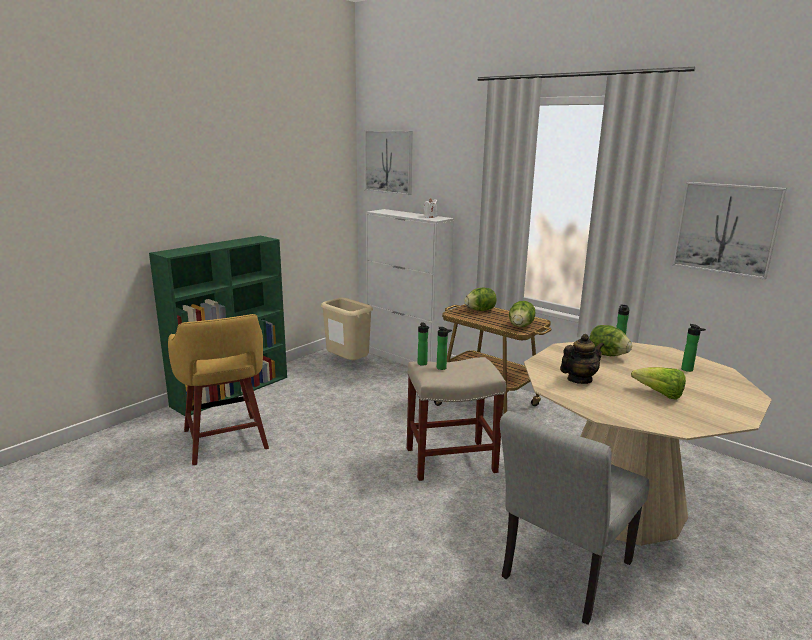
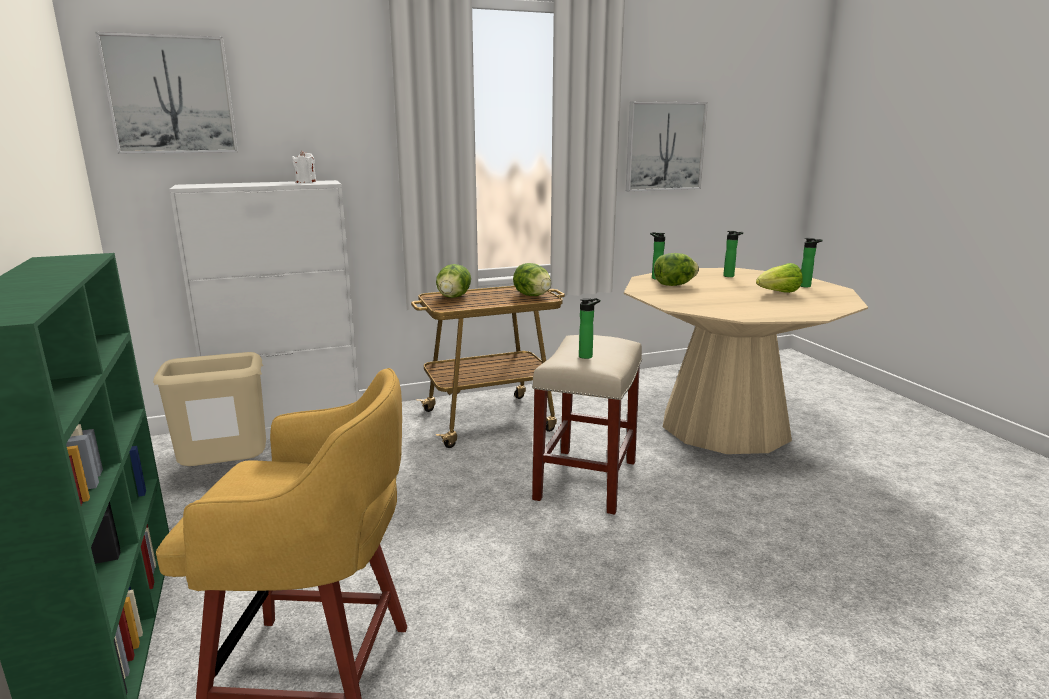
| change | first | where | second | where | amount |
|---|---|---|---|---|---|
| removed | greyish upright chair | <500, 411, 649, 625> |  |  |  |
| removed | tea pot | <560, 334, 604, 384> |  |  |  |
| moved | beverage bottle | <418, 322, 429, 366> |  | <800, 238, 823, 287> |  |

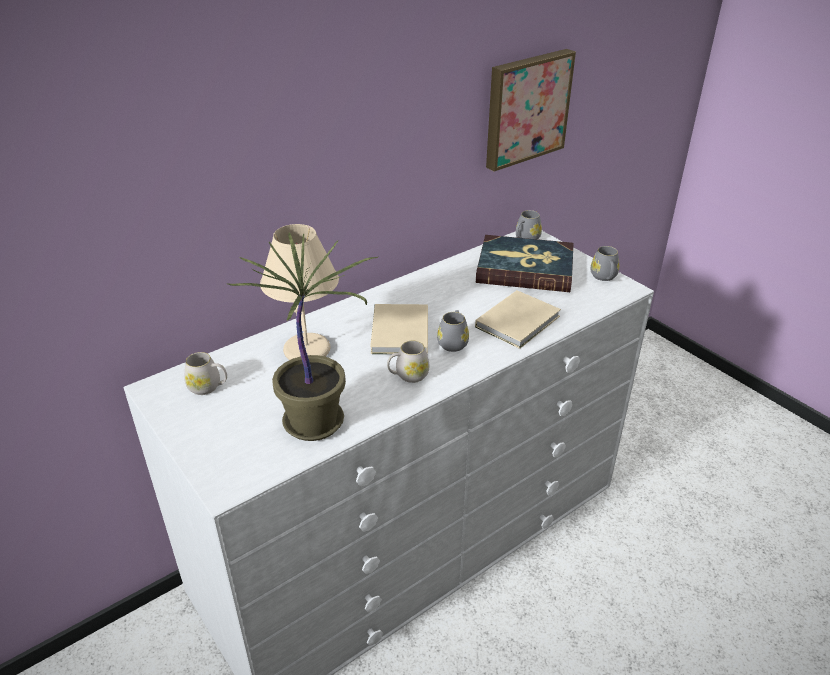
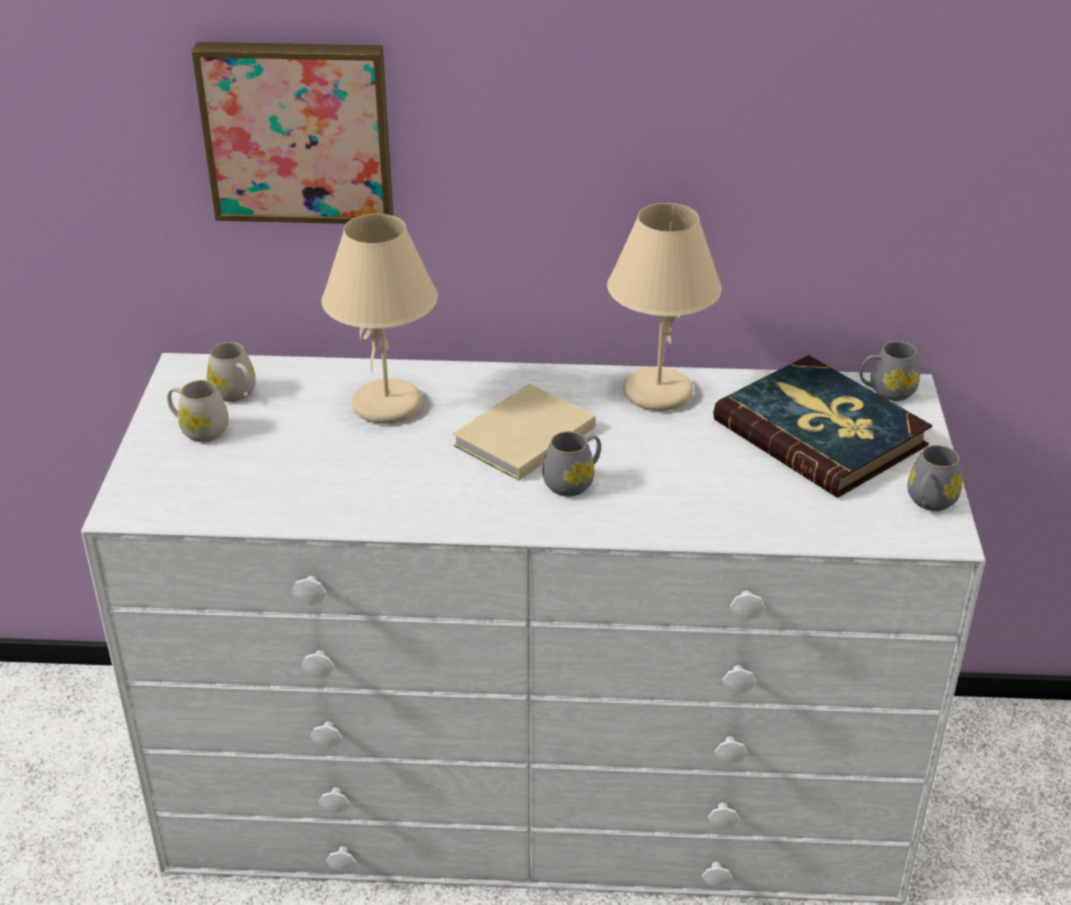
| change | first | where | second | where | amount |
|---|---|---|---|---|---|
| removed | houseplant | <228, 232, 378, 441> |  |  |  |
| removed | beige-coloured book | <475, 290, 561, 349> |  |  |  |
| added |  |  | beige-coloured tabletop lamp | <607, 203, 722, 411> |  |
| moved | white mug | <387, 341, 429, 383> |  | <167, 380, 229, 442> |  |
| moved | wall picture | <486, 49, 576, 172> |  | <192, 42, 393, 224> |  |

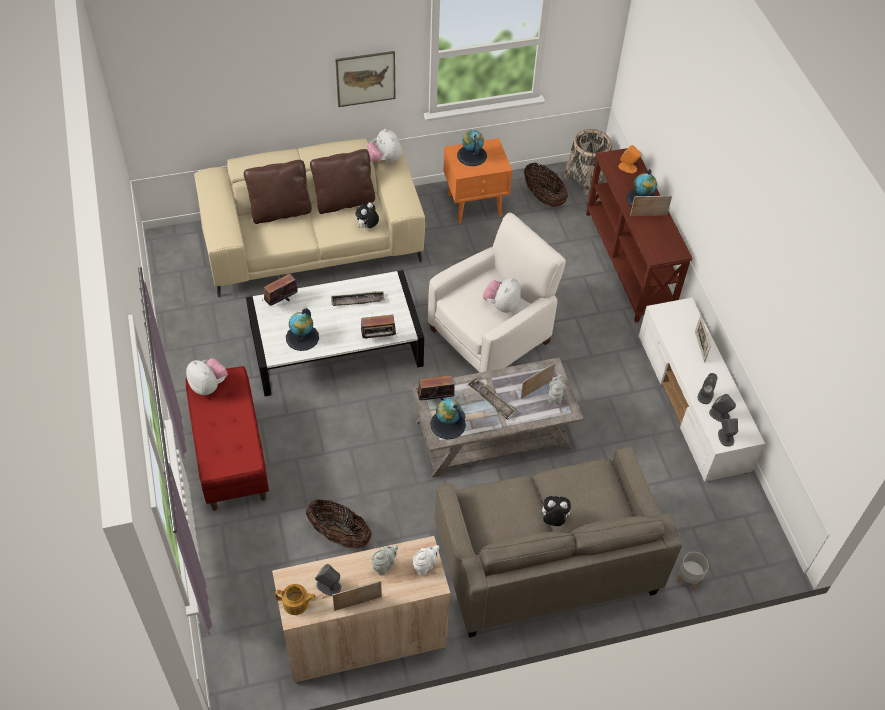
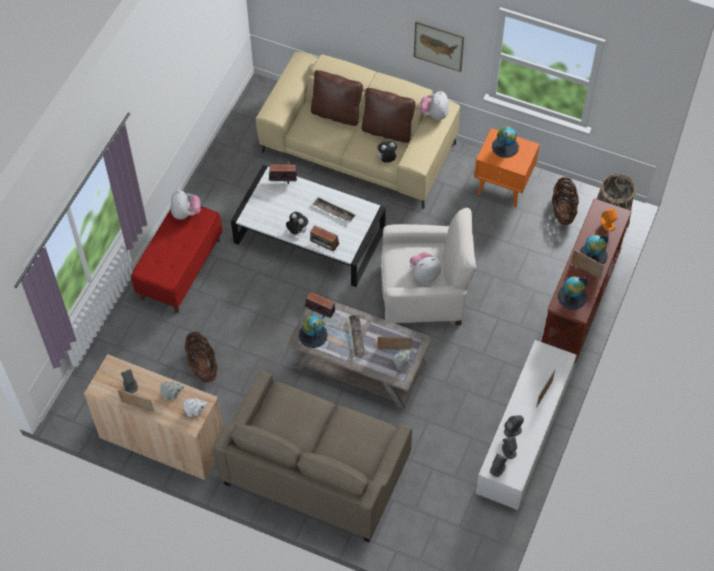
| change | first | where | second | where | amount |
|---|---|---|---|---|---|
| removed | tea pot | <275, 584, 316, 615> |  |  |  |
| removed | greyish flower pot | <677, 552, 709, 591> |  |  |  |
| moved | globe | <286, 308, 319, 351> |  | <558, 276, 588, 310> |  |
| moved | plush toy | <538, 496, 571, 526> |  | <286, 212, 308, 234> |  |

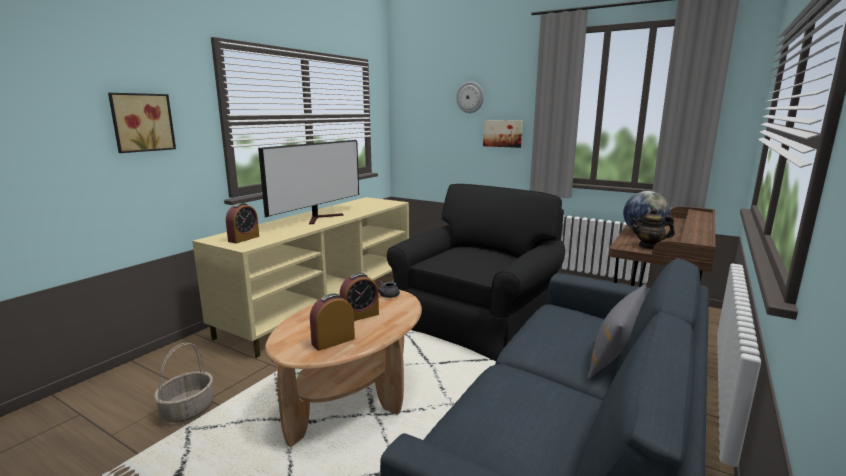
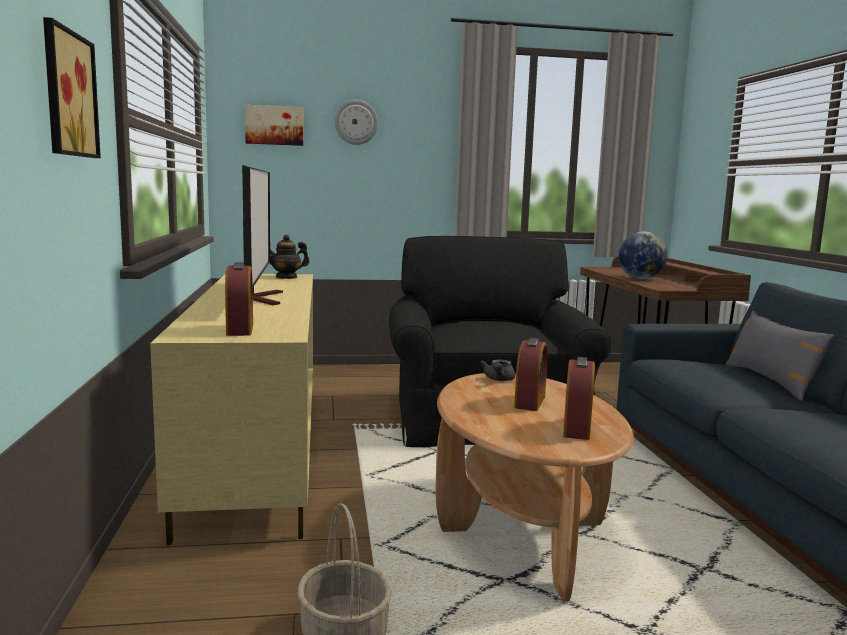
| change | first | where | second | where | amount |
|---|---|---|---|---|---|
| moved | wall picture | <483, 120, 523, 148> |  | <245, 105, 303, 146> |  |
| moved | tea pot | <630, 208, 675, 249> |  | <270, 235, 309, 279> |  |

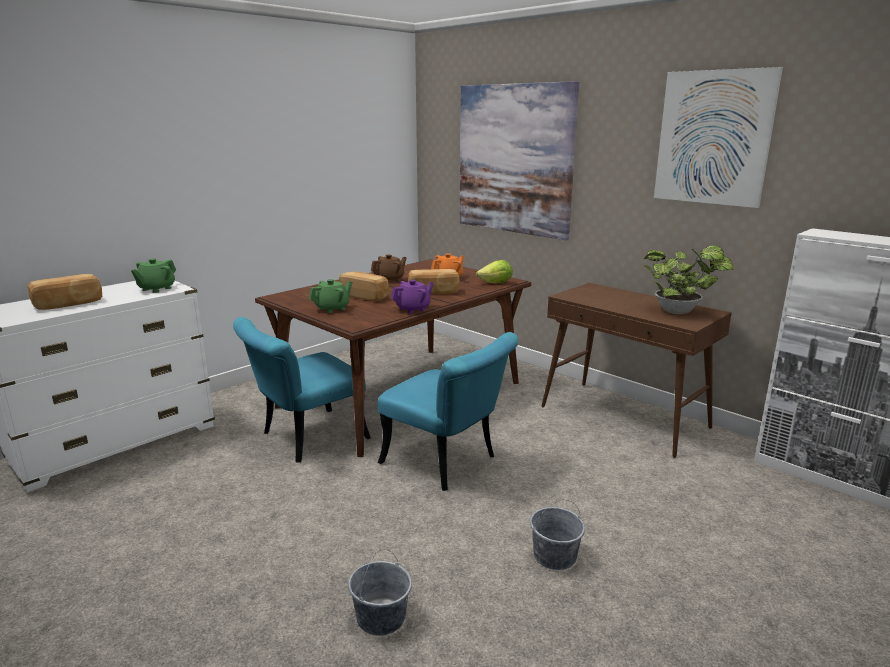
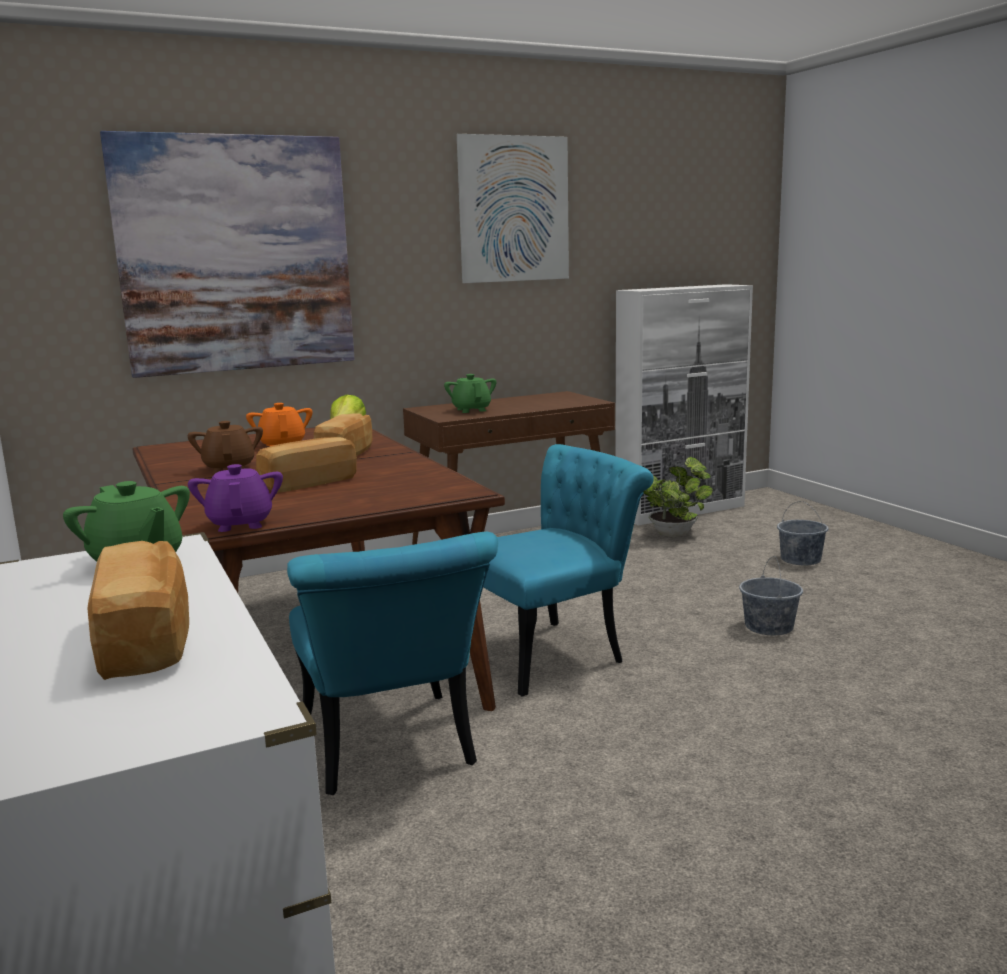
| change | first | where | second | where | amount |
|---|---|---|---|---|---|
| moved | green-coloured tea pot | <309, 279, 353, 313> |  | <444, 374, 497, 413> |  |
| moved | greyish water bucket | <348, 549, 412, 636> |  | <777, 501, 829, 565> |  |
| moved | purple-coloured tea pot | <391, 280, 433, 314> |  | <188, 464, 283, 532> |  |
| moved | houseplant | <643, 245, 733, 314> |  | <644, 457, 713, 537> |  |

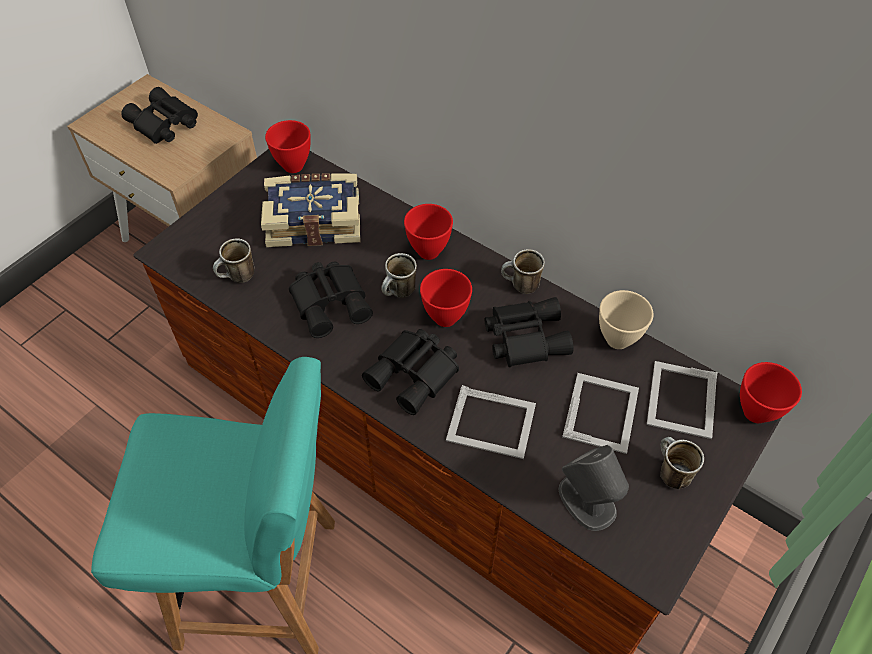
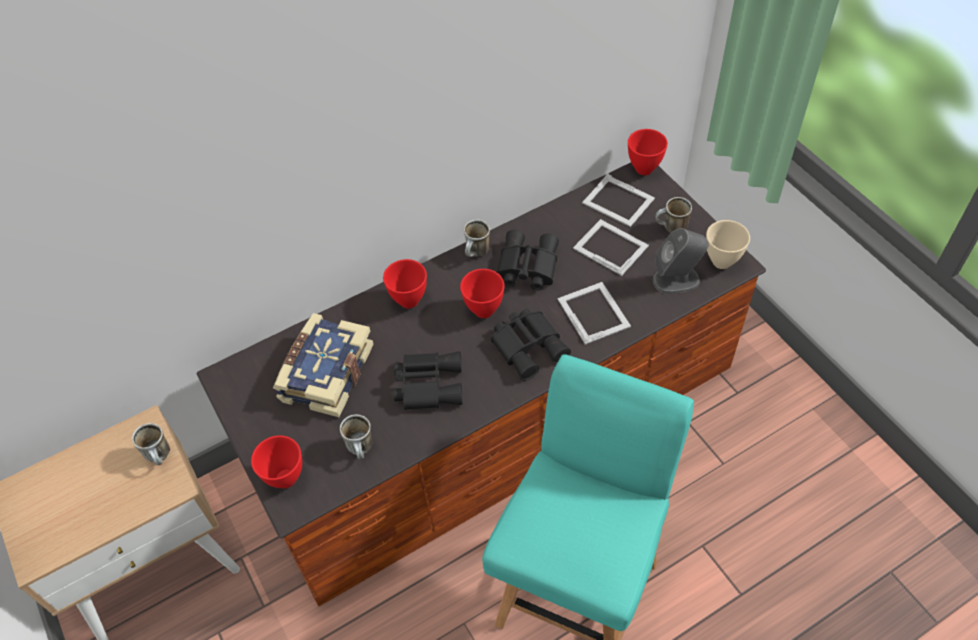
| change | first | where | second | where | amount |
|---|---|---|---|---|---|
| removed | black pair of binoculars | <121, 87, 198, 144> |  |  |  |
| moved | red-coloured bowl | <265, 120, 310, 173> |  | <251, 435, 302, 488> |  |
| moved | mug | <381, 253, 417, 298> |  | <132, 423, 170, 465> |  |
| moved | beige-coloured bowl | <599, 290, 653, 349> |  | <706, 220, 750, 269> |  |
| turned | standing frame | <446, 385, 536, 459> |  | <558, 282, 631, 345> | 60 degrees counterclockwise |

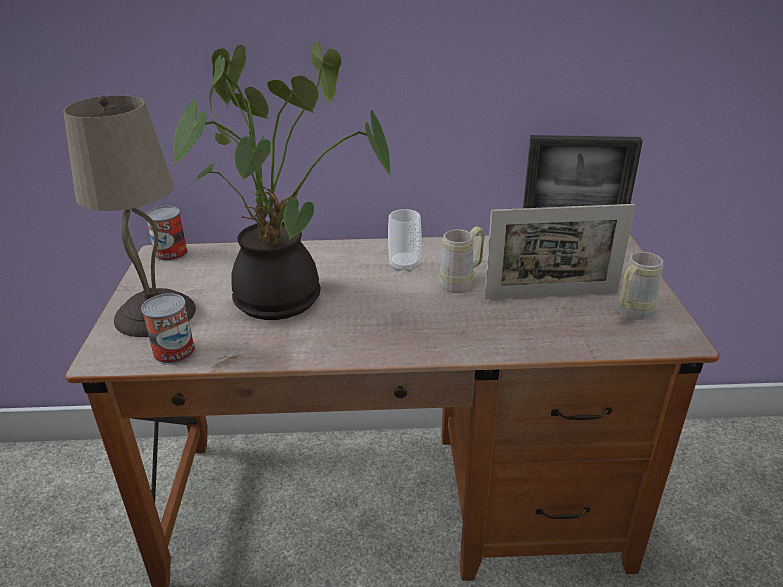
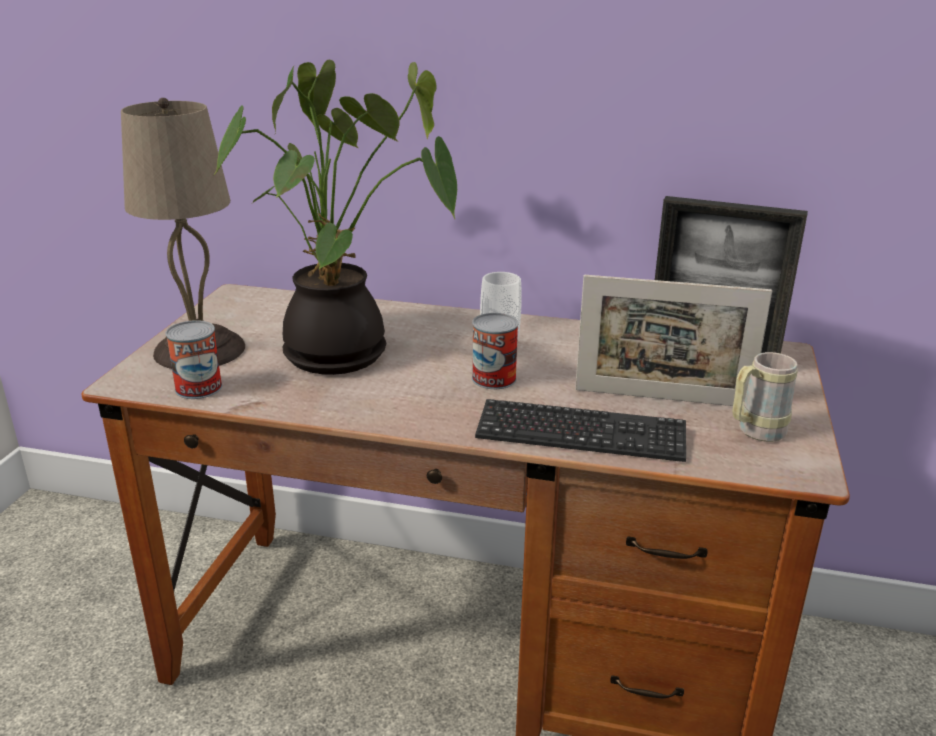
| change | first | where | second | where | amount |
|---|---|---|---|---|---|
| removed | beige-coloured mug | <439, 226, 485, 293> |  |  |  |
| added |  |  | PC keyboard | <475, 399, 686, 462> |  |
| moved | metal can | <146, 206, 188, 261> |  | <472, 313, 519, 389> |  |

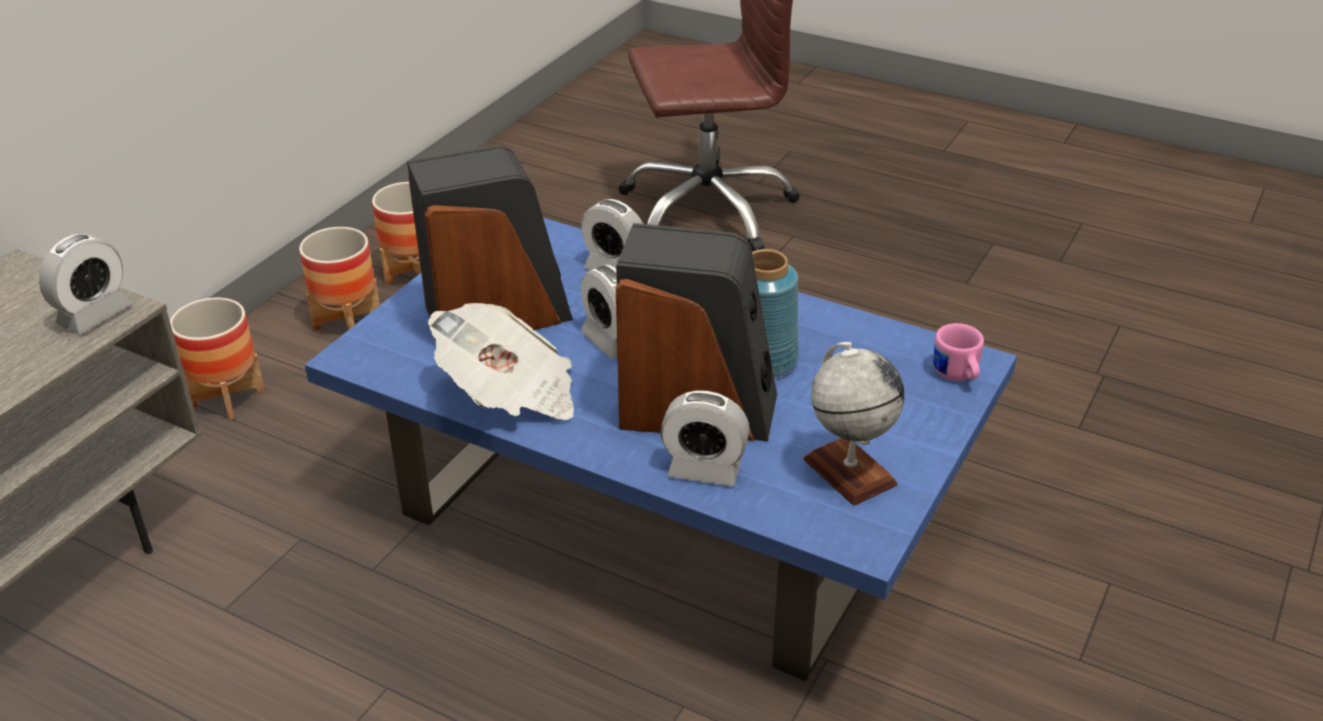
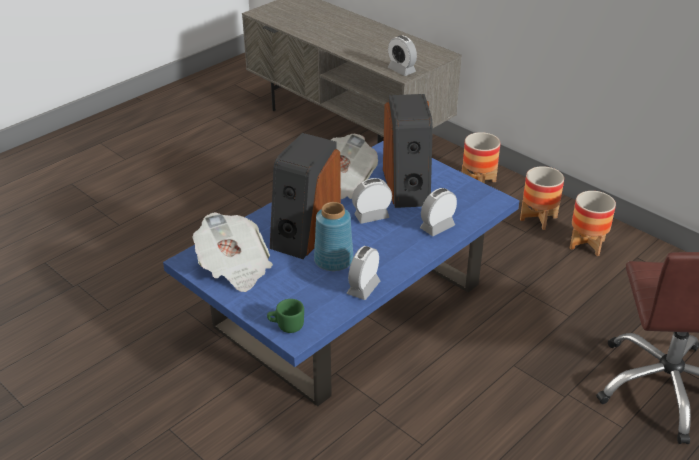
| change | first | where | second | where | amount |
|---|---|---|---|---|---|
| moved | bedside clock | <661, 390, 750, 486> |  | <347, 246, 380, 300> |  |
| replaced | globe | <803, 342, 905, 505> | daily paper | <192, 212, 273, 292> |  |
| recoloured | pink mug | <933, 323, 984, 381> | green-coloured mug | <267, 299, 304, 333> |  |

